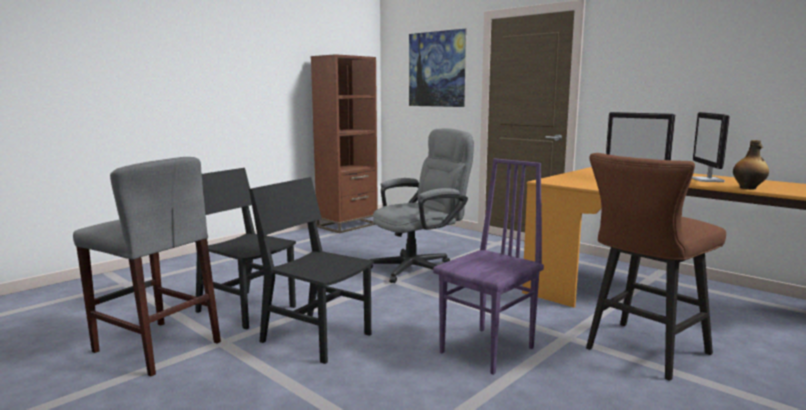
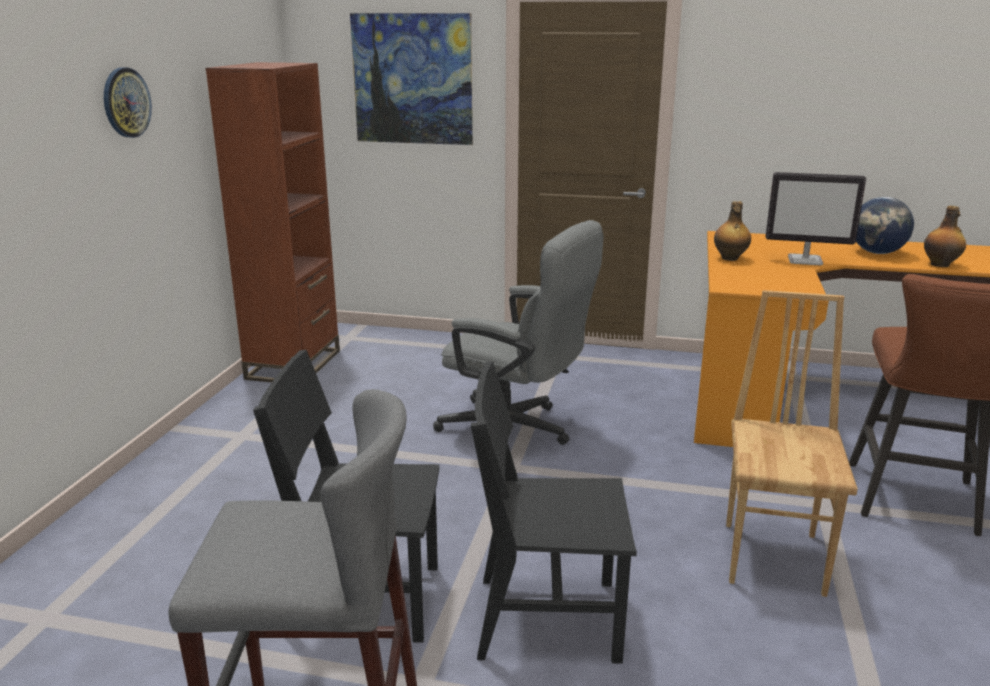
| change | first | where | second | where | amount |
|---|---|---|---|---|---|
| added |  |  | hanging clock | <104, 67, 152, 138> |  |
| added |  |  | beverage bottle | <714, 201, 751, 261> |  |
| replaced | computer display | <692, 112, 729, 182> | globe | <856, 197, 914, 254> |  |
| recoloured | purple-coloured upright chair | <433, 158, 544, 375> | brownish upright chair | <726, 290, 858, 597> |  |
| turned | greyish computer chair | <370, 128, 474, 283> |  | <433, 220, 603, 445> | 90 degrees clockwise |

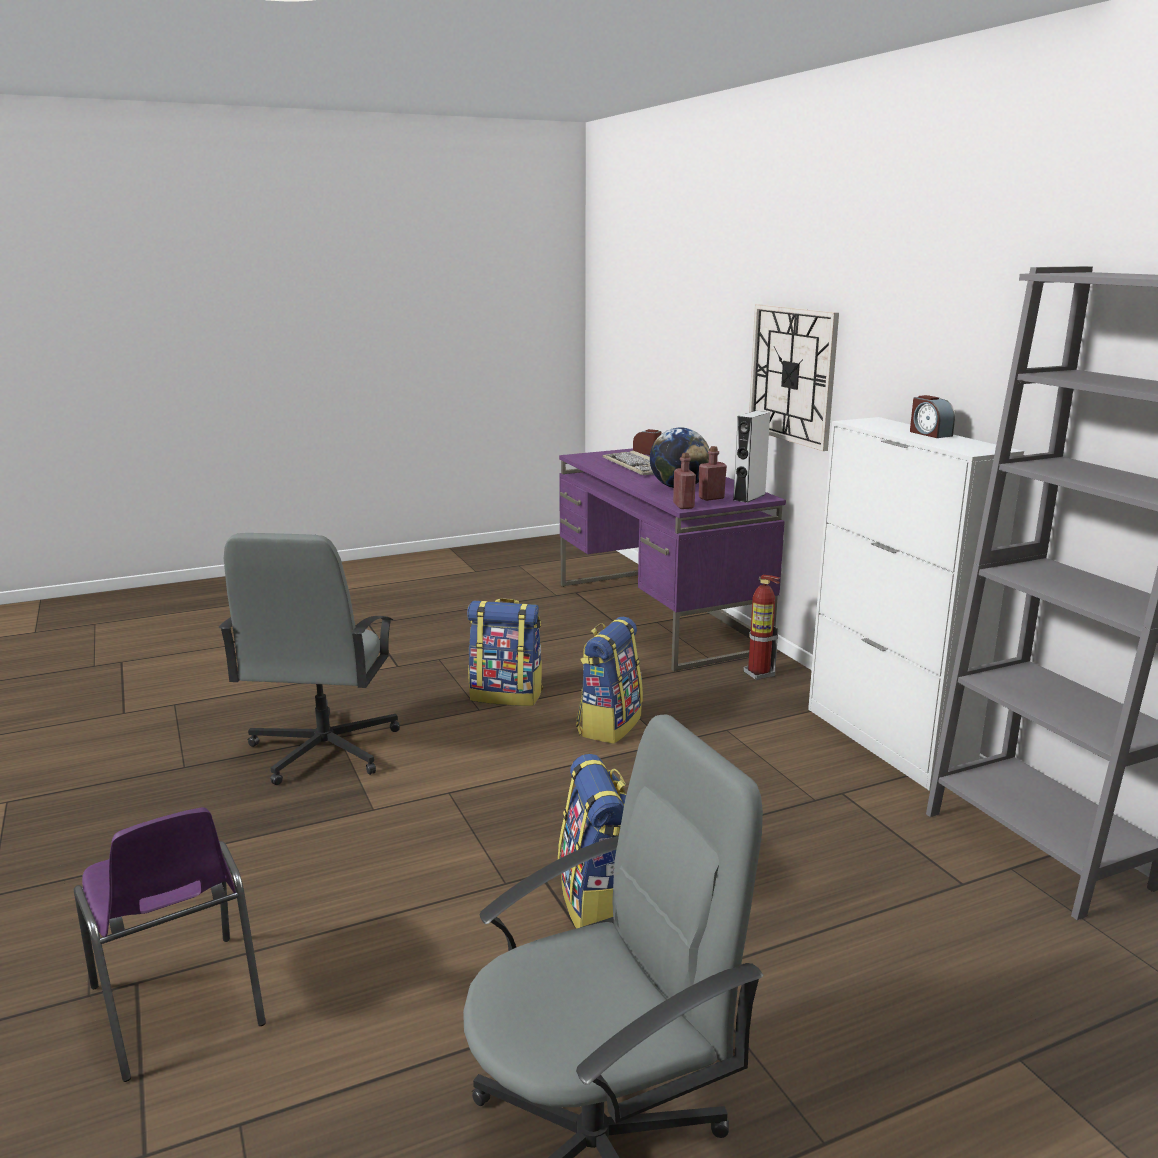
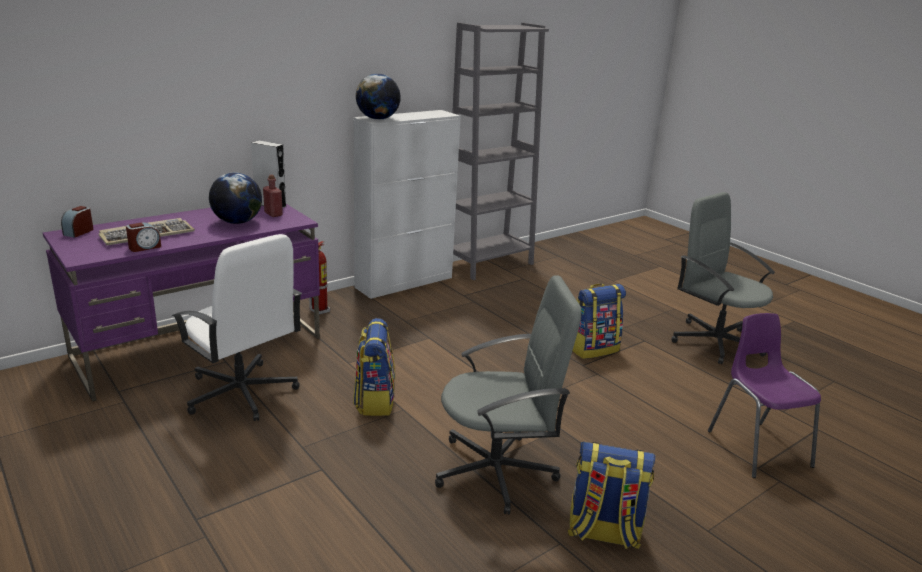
| change | first | where | second | where | amount |
|---|---|---|---|---|---|
| removed | red-coloured beverage bottle | <673, 453, 696, 509> |  |  |  |
| removed | hanging clock | <749, 304, 839, 451> |  |  |  |
| added |  |  | white computer chair | <172, 234, 302, 421> |  |
| added |  |  | globe | <356, 74, 401, 120> |  |
| moved | backpack | <576, 617, 643, 744> |  | <568, 442, 656, 549> |  |
| moved | bedside clock | <910, 395, 955, 438> |  | <126, 222, 161, 252> |  |
| turned | purple-coloured upright chair | <74, 807, 266, 1082> |  | <708, 313, 821, 478> | 60 degrees counterclockwise |

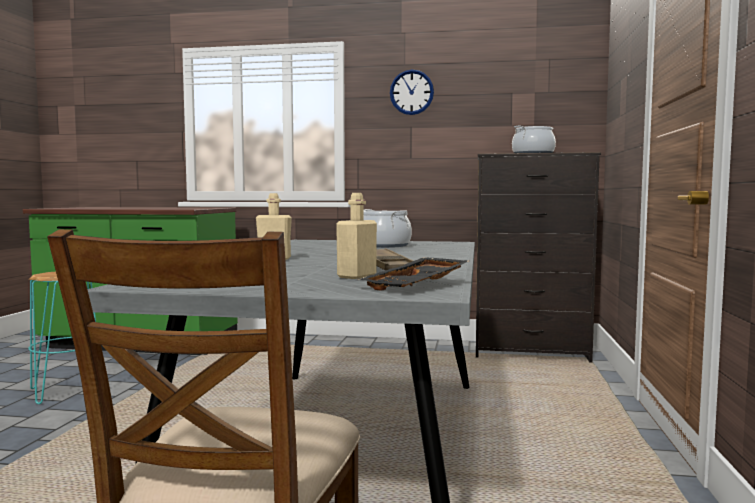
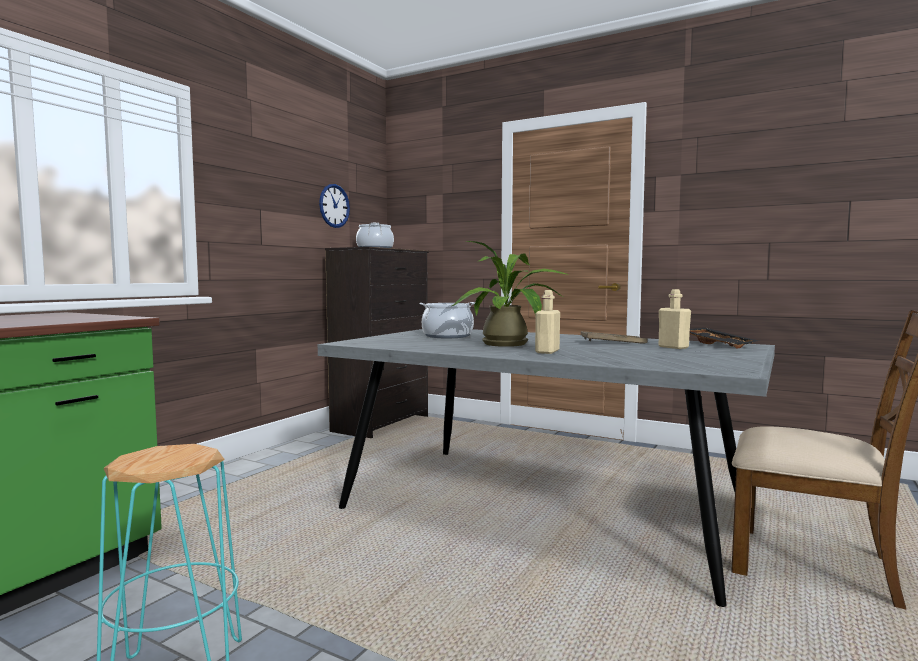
| change | first | where | second | where | amount |
|---|---|---|---|---|---|
| added |  |  | houseplant | <452, 241, 568, 347> |  |
| moved | hanging clock | <390, 70, 434, 115> |  | <319, 184, 350, 228> |  |

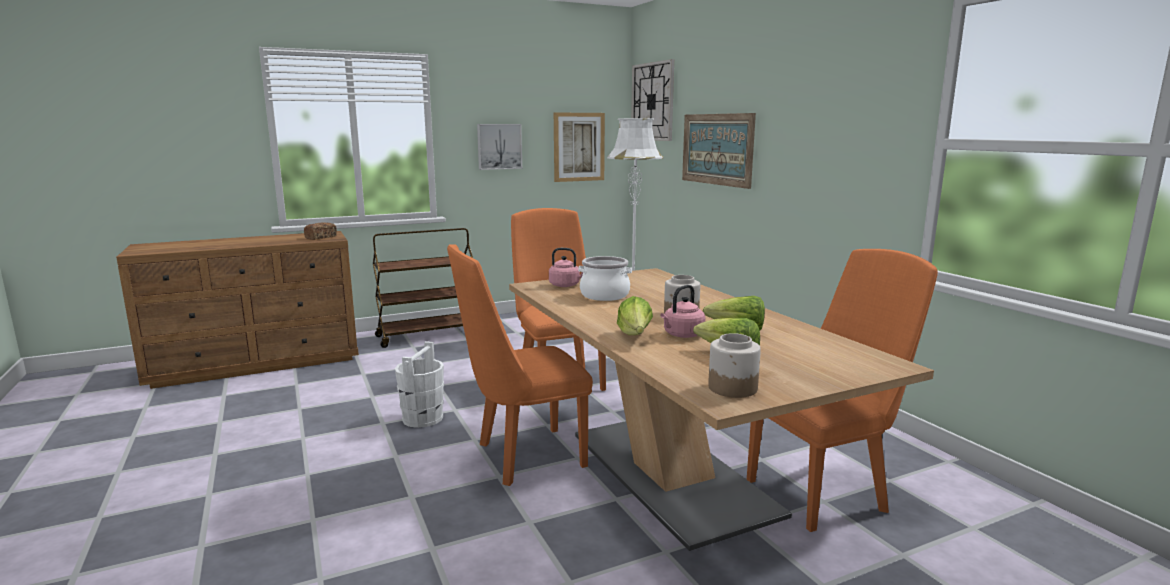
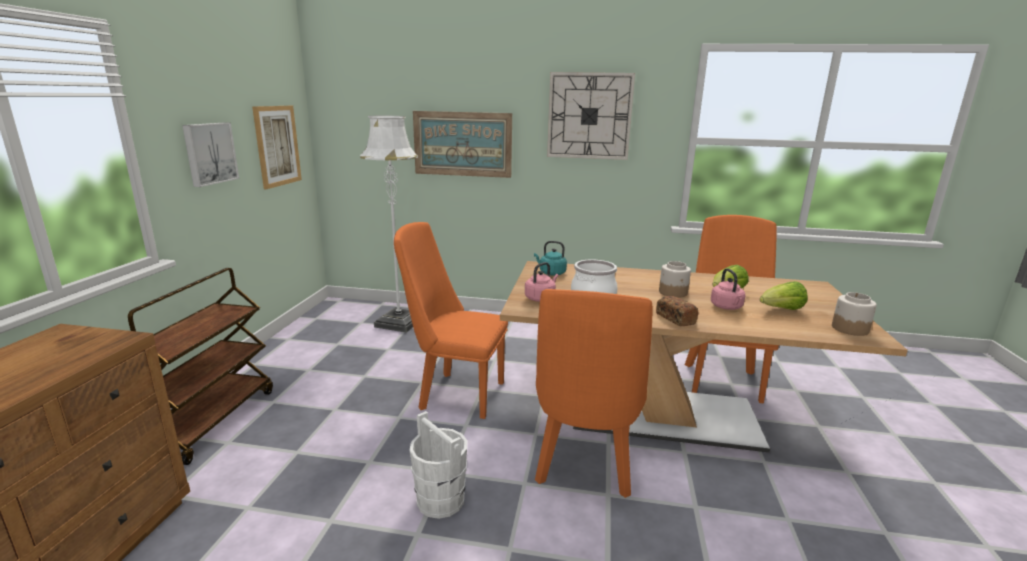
| change | first | where | second | where | amount |
|---|---|---|---|---|---|
| removed | lettuce | <617, 296, 653, 335> |  |  |  |
| added |  |  | blue-green tea kettle | <534, 241, 567, 276> |  |
| moved | baked bread | <304, 223, 337, 240> |  | <656, 296, 699, 326> |  |
| moved | hanging clock | <631, 59, 674, 141> |  | <547, 72, 635, 160> |  |

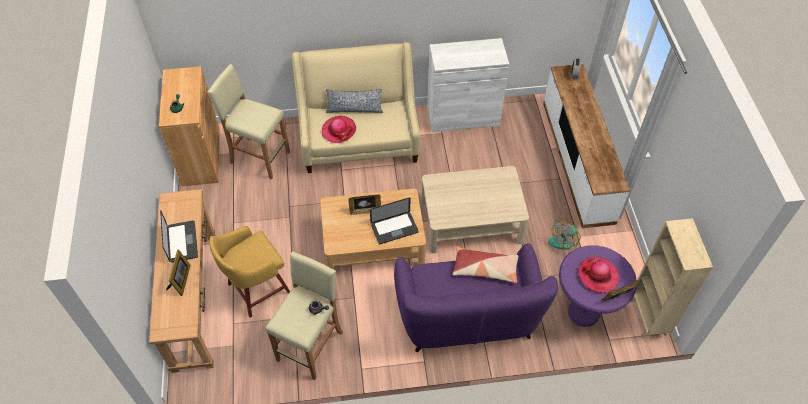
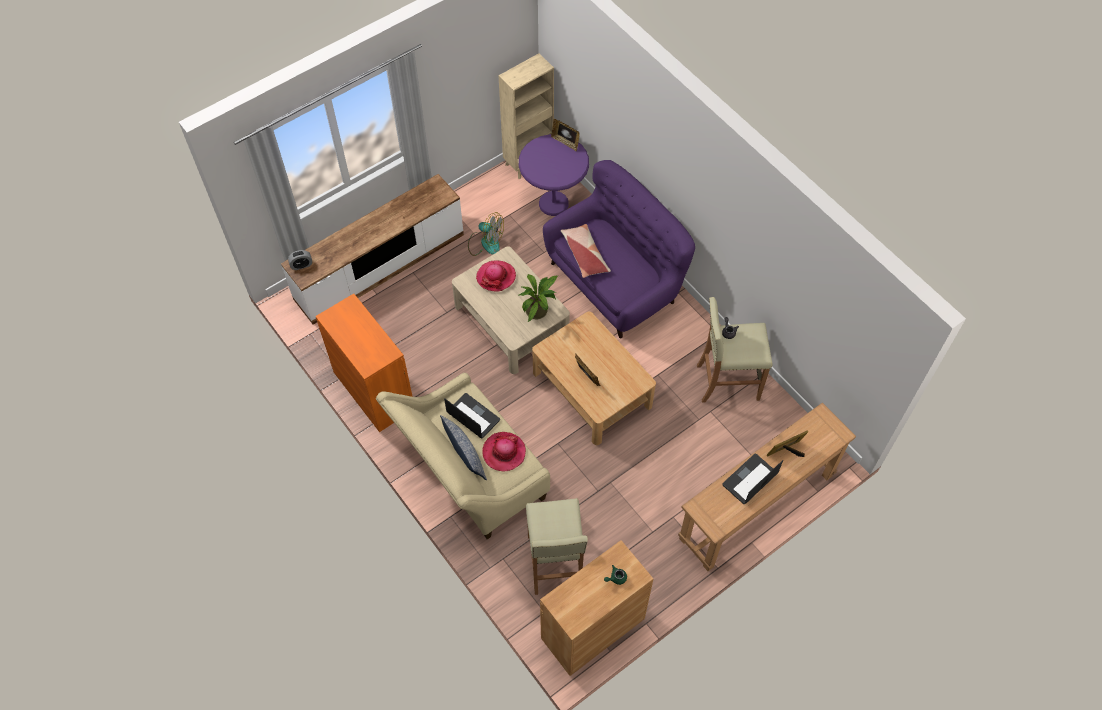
| change | first | where | second | where | amount |
|---|---|---|---|---|---|
| removed | yellow stool | <209, 226, 290, 318> |  |  |  |
| added |  |  | houseplant | <519, 274, 558, 322> |  |
| moved | notebook computer | <370, 197, 419, 244> |  | <444, 393, 500, 439> |  |
| moved | clothing hat | <578, 257, 619, 293> |  | <476, 260, 516, 291> |  |
| recoloured | white cupboard | <427, 38, 509, 132> | orange-coloured cupboard | <316, 294, 413, 432> |  |

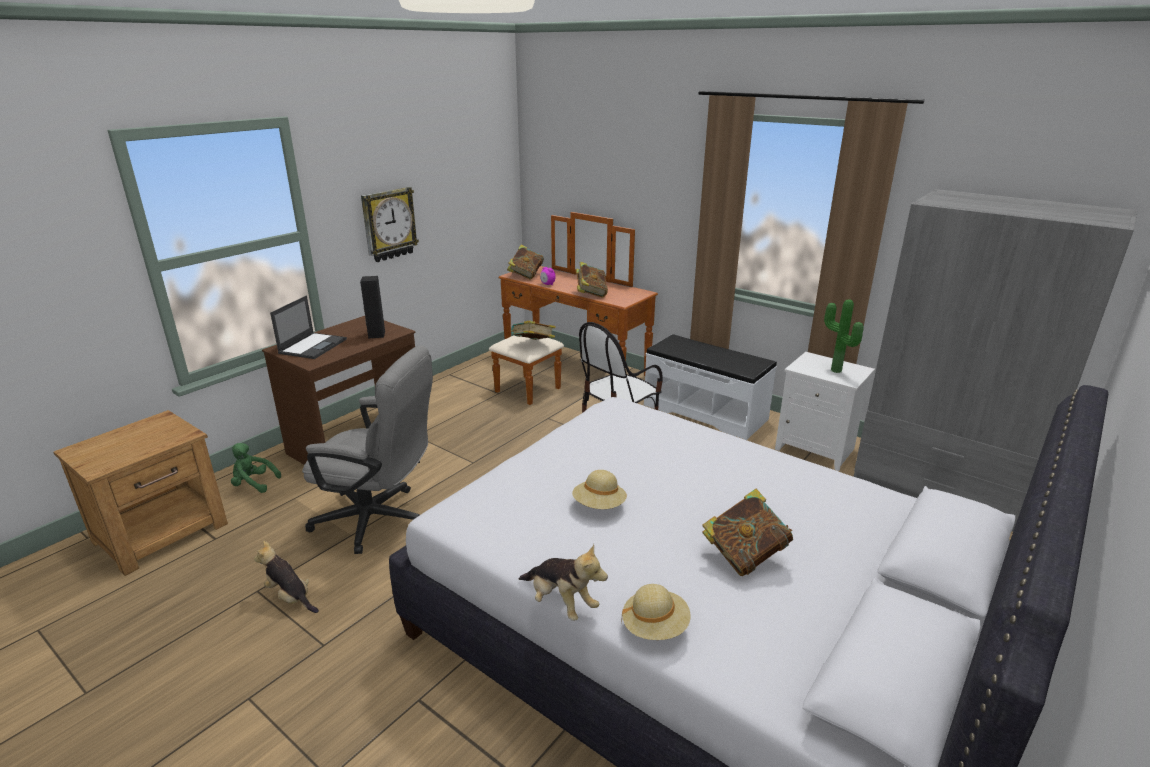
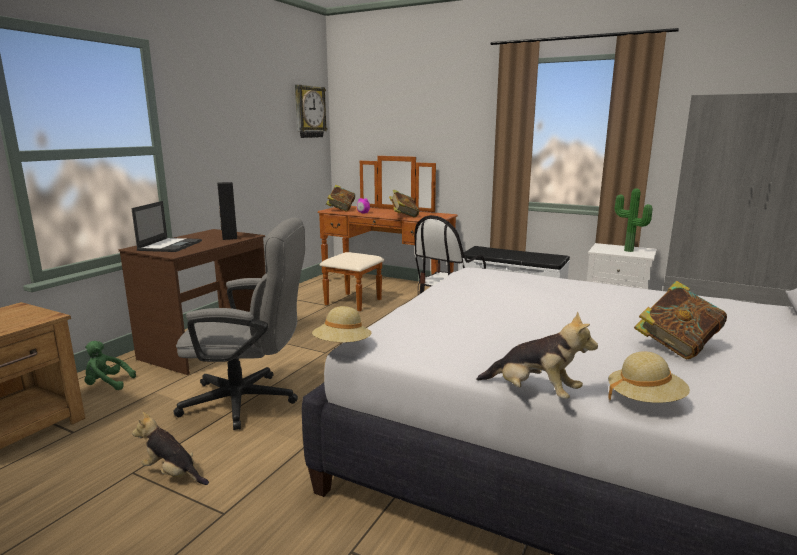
| change | first | where | second | where | amount |
|---|---|---|---|---|---|
| removed | book | <511, 321, 556, 340> |  |  |  |
| moved | hanging clock | <361, 187, 419, 262> |  | <295, 85, 327, 138> |  |
| moved | beige-coloured clothing hat | <572, 470, 627, 509> |  | <312, 306, 371, 342> |  |

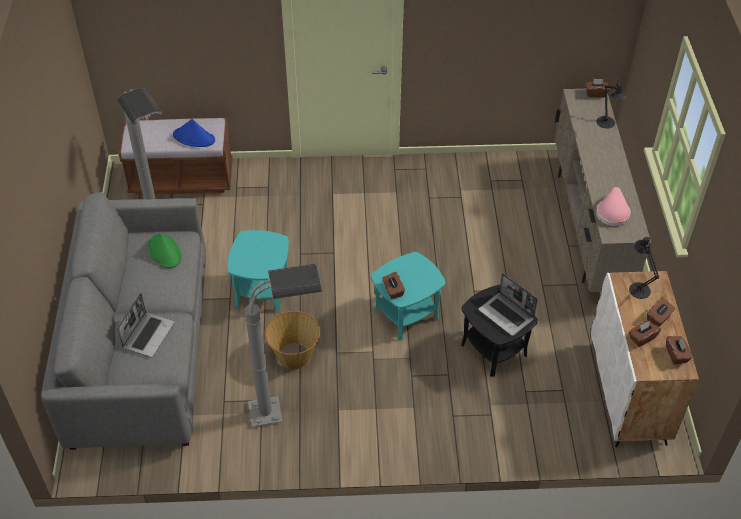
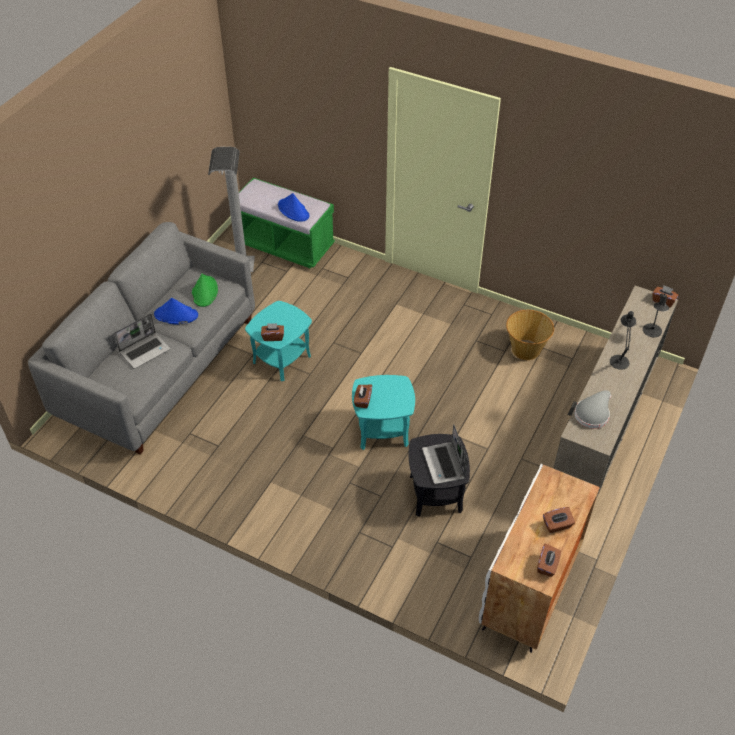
| change | first | where | second | where | amount |
|---|---|---|---|---|---|
| removed | greyish standard lamp | <245, 263, 322, 427> |  |  |  |
| added |  |  | blue-coloured clothing hat | <154, 298, 198, 324> |  |
| moved | basket | <265, 311, 320, 370> |  | <506, 310, 554, 360> |  |
| moved | black tabletop lamp | <629, 236, 659, 299> |  | <610, 311, 636, 370> |  |
| moved | brownish tissue holder | <629, 320, 661, 347> |  | <261, 323, 284, 341> |  |
| recoloured | brownish long seat | <119, 118, 233, 195> | green-coloured long seat | <239, 178, 335, 268> |  |
| recoloured | pink clothing hat | <596, 187, 631, 226> | greyish clothing hat | <574, 390, 611, 429> |  |

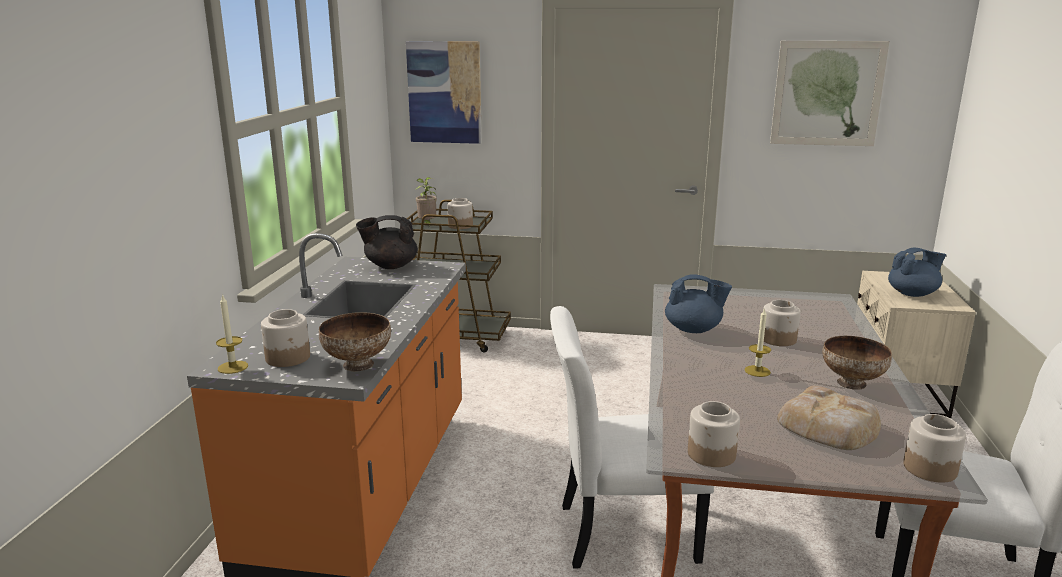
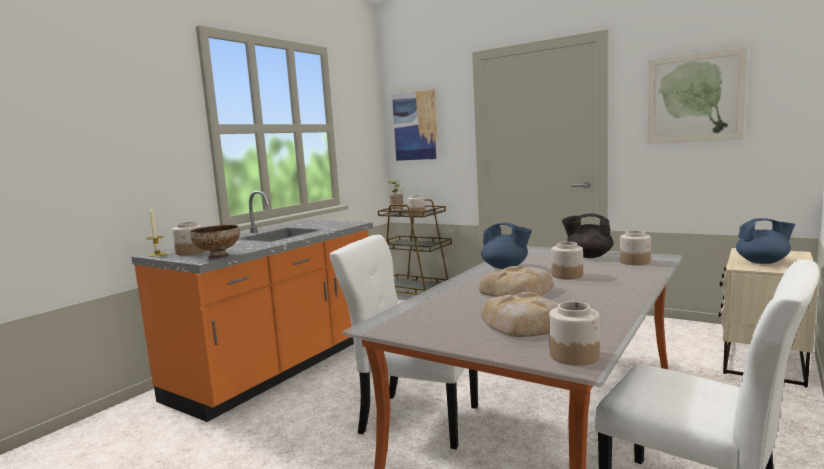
| change | first | where | second | where | amount |
|---|---|---|---|---|---|
| removed | bowl | <822, 336, 892, 390> |  |  |  |
| moved | black tea pot | <356, 215, 418, 269> |  | <562, 214, 613, 258> |  |
| moved | storage jar | <688, 401, 740, 467> |  | <620, 230, 651, 265> |  |
| replaced | wax candle | <744, 308, 771, 377> | baked bread | <479, 266, 554, 297> |  |

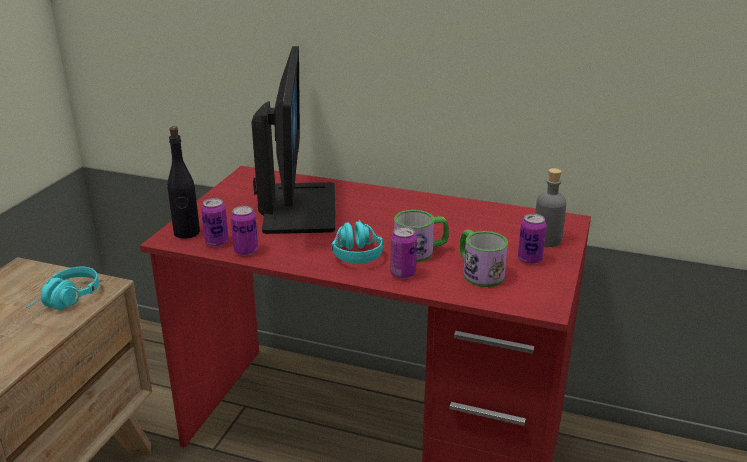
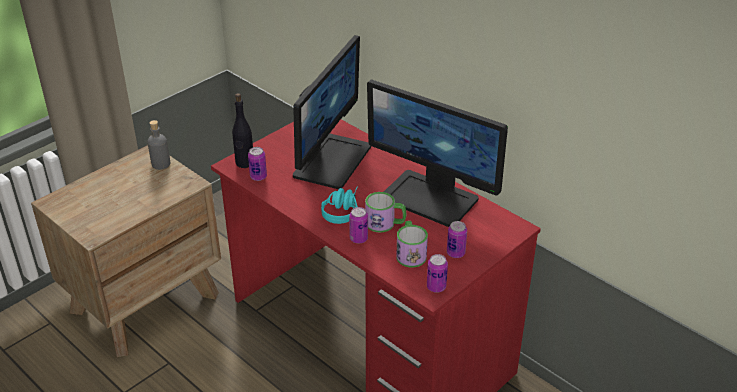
| change | first | where | second | where | amount |
|---|---|---|---|---|---|
| removed | blue-green headset | <26, 267, 99, 310> |  |  |  |
| added |  |  | computer display | <367, 79, 508, 227> |  |
| moved | metal can | <231, 206, 258, 256> |  | <427, 254, 448, 293> |  |
| moved | greyish beverage bottle | <535, 168, 567, 247> |  | <147, 120, 170, 170> |  |

